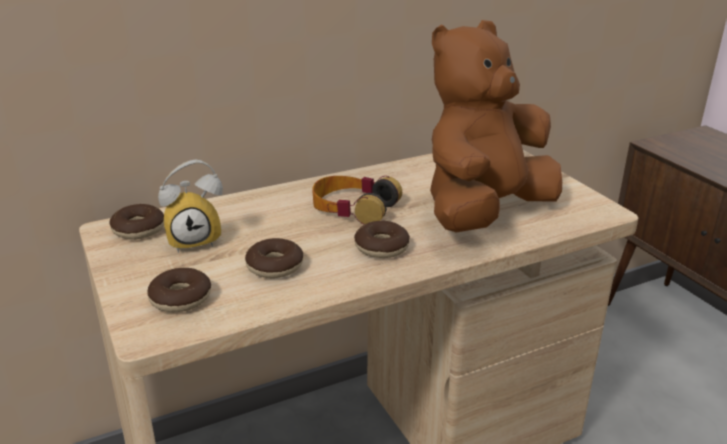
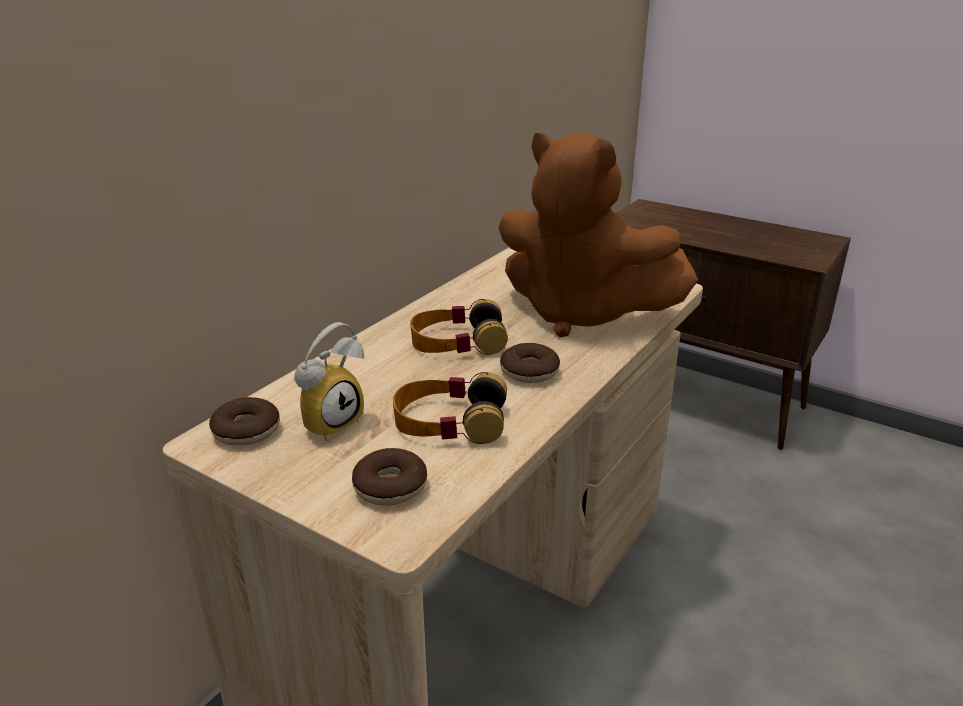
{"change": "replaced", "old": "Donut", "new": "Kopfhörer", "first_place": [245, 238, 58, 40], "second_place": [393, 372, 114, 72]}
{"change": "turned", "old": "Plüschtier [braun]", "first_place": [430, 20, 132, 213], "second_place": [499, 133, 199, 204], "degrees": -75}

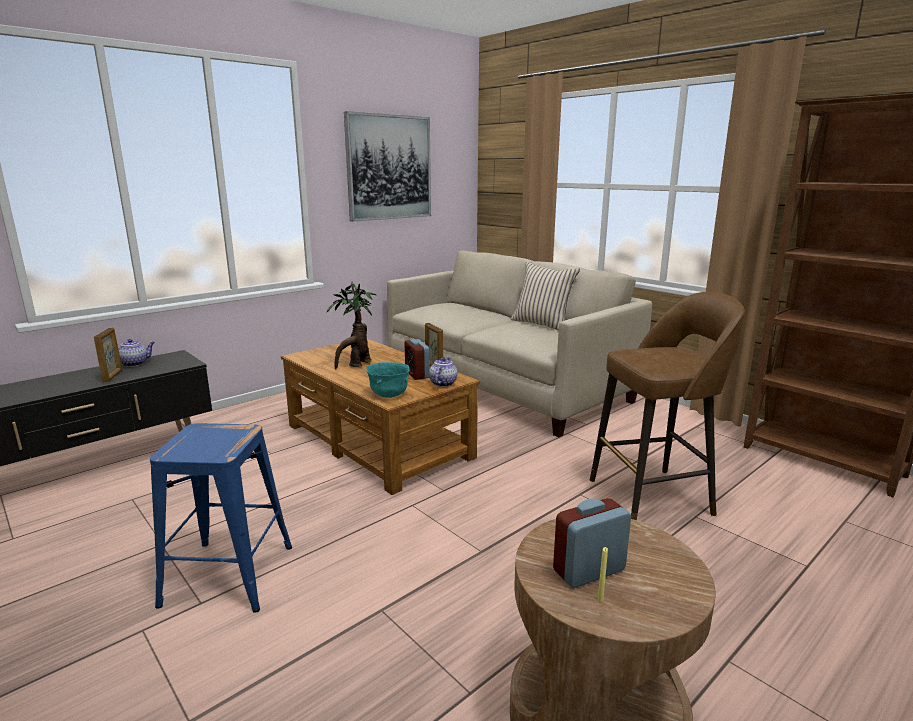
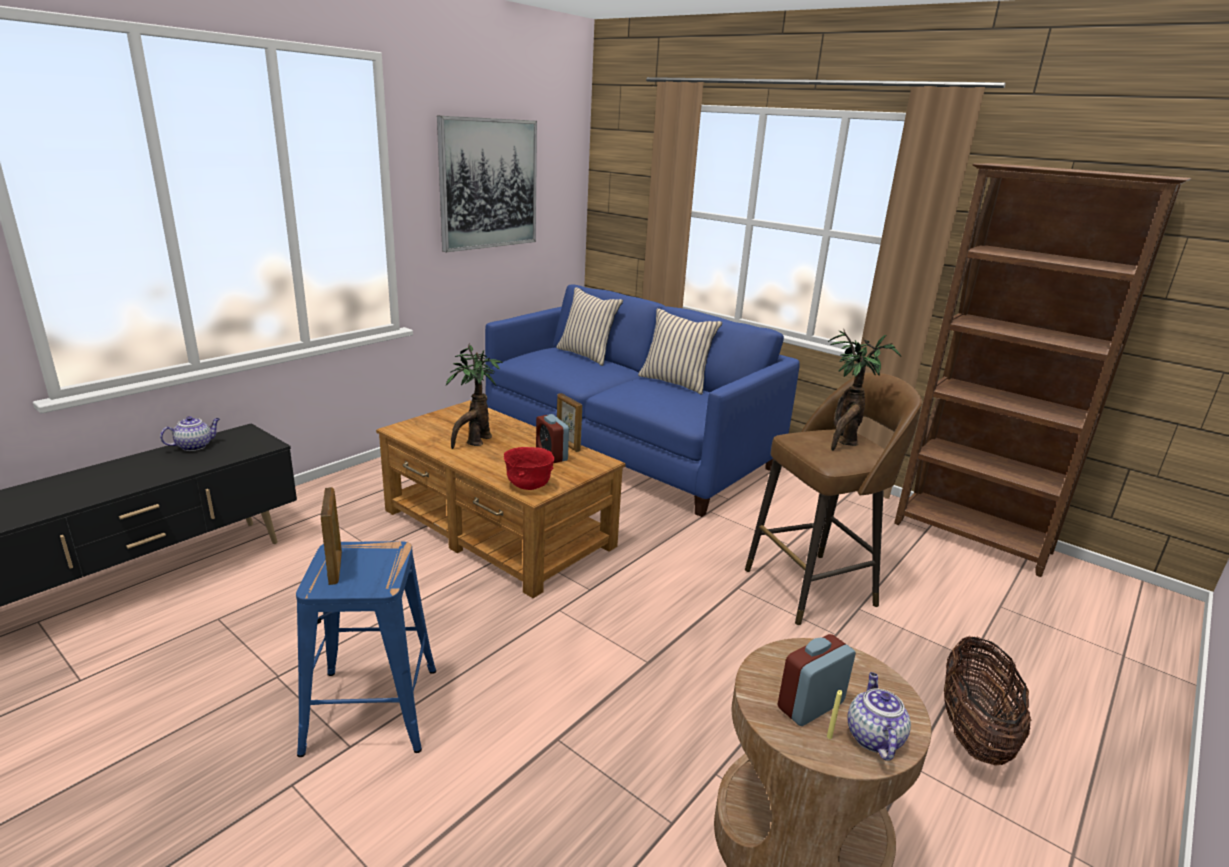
{"change": "moved", "old": "Bilderrahmen", "first_place": [94, 327, 28, 55], "second_place": [321, 487, 21, 98]}
{"change": "recoloured", "old": "Sofa [beige]", "new": "Sofa [blau]", "first_place": [387, 251, 265, 186], "second_place": [485, 284, 315, 233]}
{"change": "recoloured", "old": "Schüssel [türkis]", "new": "Schüssel [rot]", "first_place": [366, 362, 44, 36], "second_place": [504, 447, 50, 43]}
{"change": "added", "new": "Kissen [beige]", "second_place": [556, 287, 67, 79]}
{"change": "added", "new": "Topfpflanze", "second_place": [828, 329, 73, 122]}
{"change": "moved", "old": "Teekanne", "first_place": [429, 357, 28, 30], "second_place": [847, 672, 64, 89]}
{"change": "added", "new": "Korb", "second_place": [944, 636, 87, 130]}

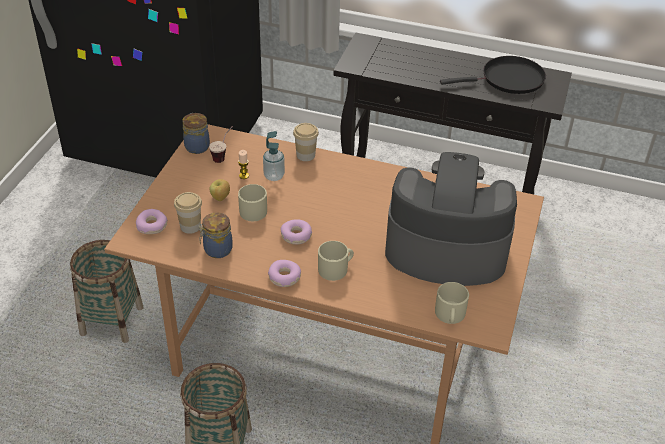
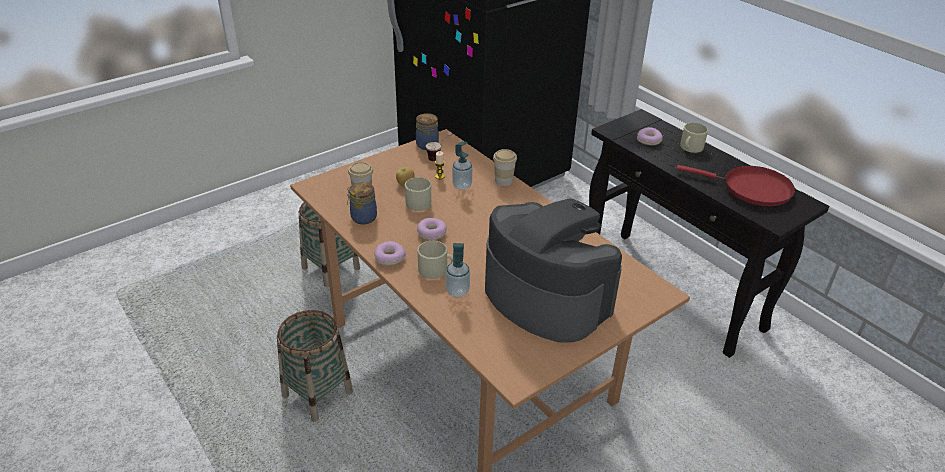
{"change": "added", "new": "Seifenspender", "second_place": [446, 243, 24, 54]}
{"change": "moved", "old": "Donut", "first_place": [136, 209, 32, 25], "second_place": [637, 127, 26, 18]}
{"change": "recoloured", "old": "Pfanne [schwarz]", "new": "Pfanne [rot]", "first_place": [440, 56, 106, 38], "second_place": [676, 165, 119, 41]}
{"change": "moved", "old": "Henkelbecher [beige]", "first_place": [435, 282, 34, 42], "second_place": [680, 123, 28, 30]}

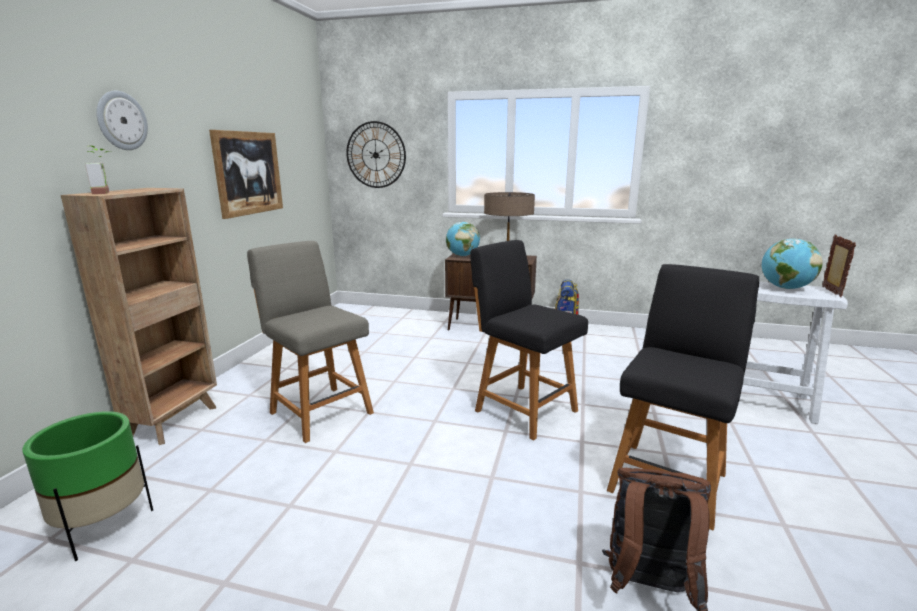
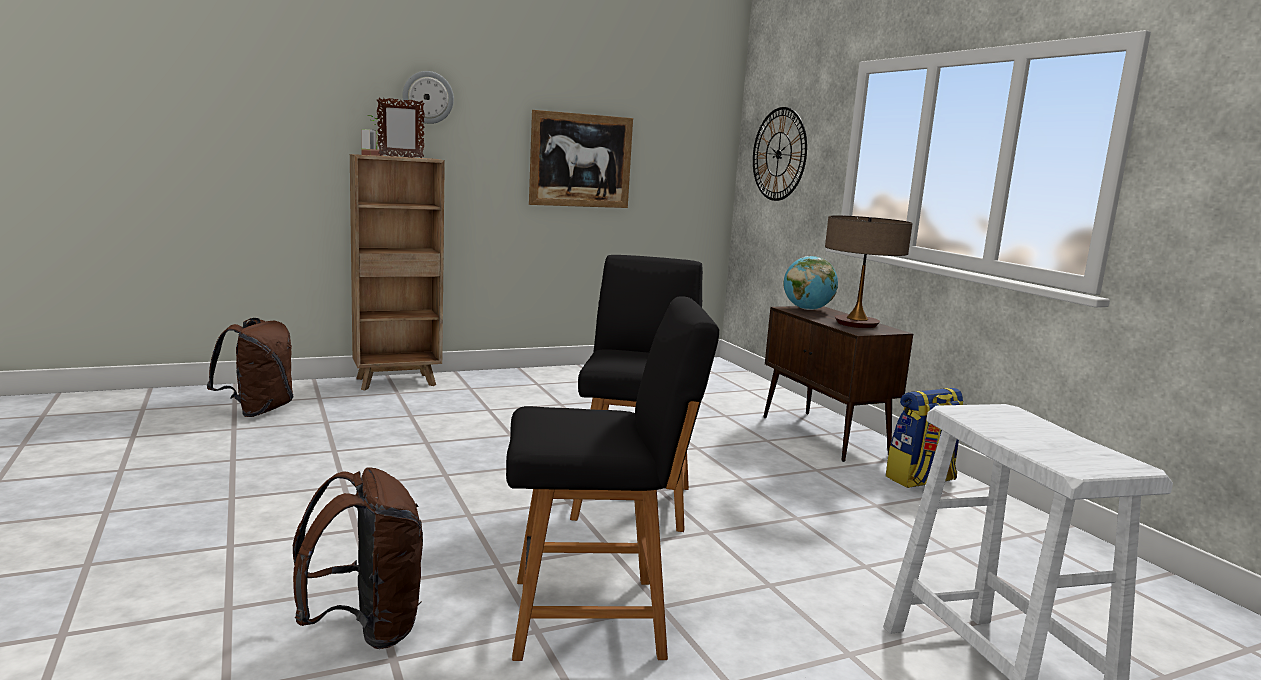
{"change": "replaced", "old": "Pflanzkübel [grün]", "new": "Rucksack [braun]", "first_place": [22, 411, 131, 150], "second_place": [207, 318, 86, 99]}
{"change": "moved", "old": "Bilderrahmen", "first_place": [822, 235, 34, 62], "second_place": [377, 98, 48, 60]}
{"change": "removed", "old": "Stuhl [grau]", "first_place": [247, 241, 127, 202]}
{"change": "removed", "old": "Globus", "first_place": [762, 239, 61, 50]}

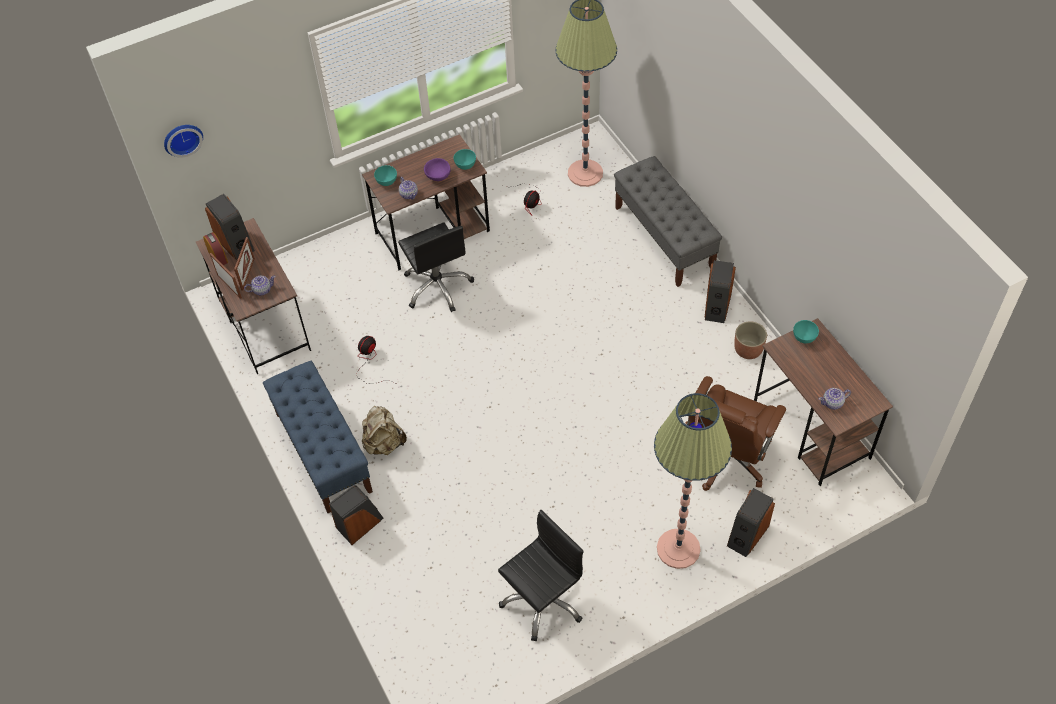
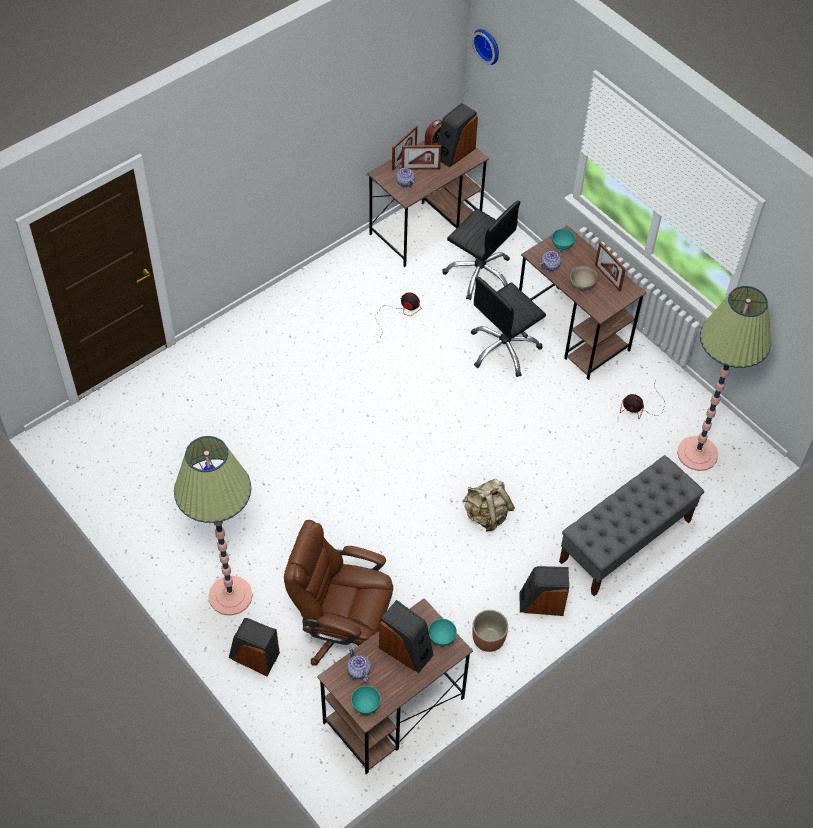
{"change": "moved", "old": "Schüssel [türkis]", "first_place": [454, 149, 22, 21], "second_place": [351, 686, 30, 29]}
{"change": "moved", "old": "Lautsprecher", "first_place": [329, 485, 55, 60], "second_place": [379, 600, 54, 73]}
{"change": "moved", "old": "Bürostuhl [schwarz]", "first_place": [498, 510, 86, 131], "second_place": [443, 201, 77, 99]}
{"change": "moved", "old": "Rucksack [beige]", "first_place": [362, 406, 45, 49], "second_place": [462, 479, 53, 52]}
{"change": "recoloured", "old": "Schüssel [lila]", "new": "Schüssel [beige]", "first_place": [424, 158, 27, 23], "second_place": [570, 266, 28, 24]}
{"change": "added", "new": "Bilderrahmen", "second_place": [595, 242, 31, 49]}
{"change": "removed", "old": "Bank [blau]", "first_place": [263, 361, 110, 152]}

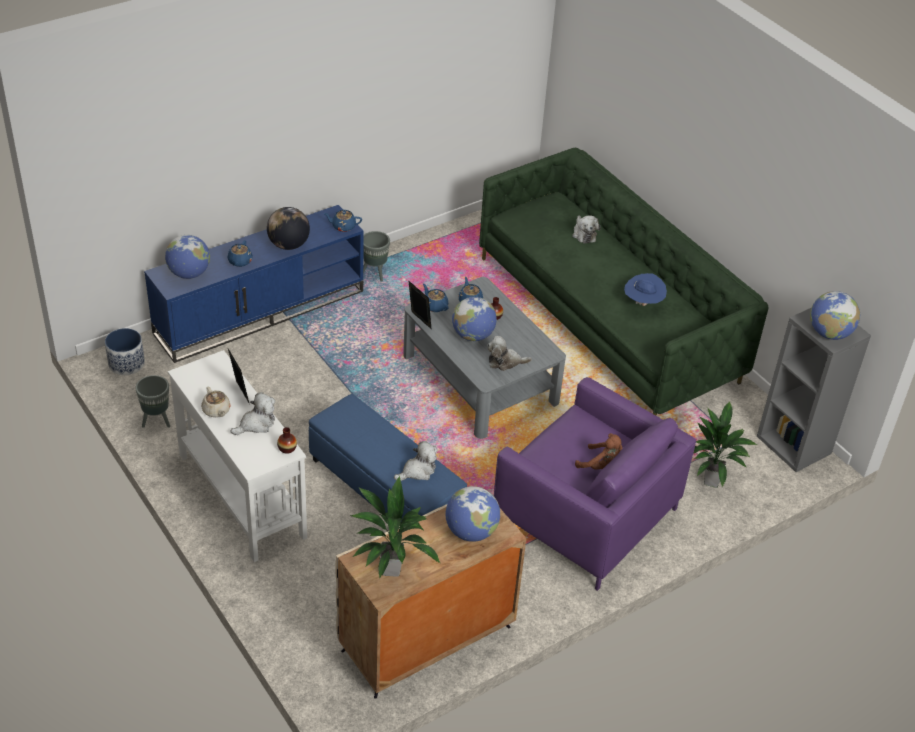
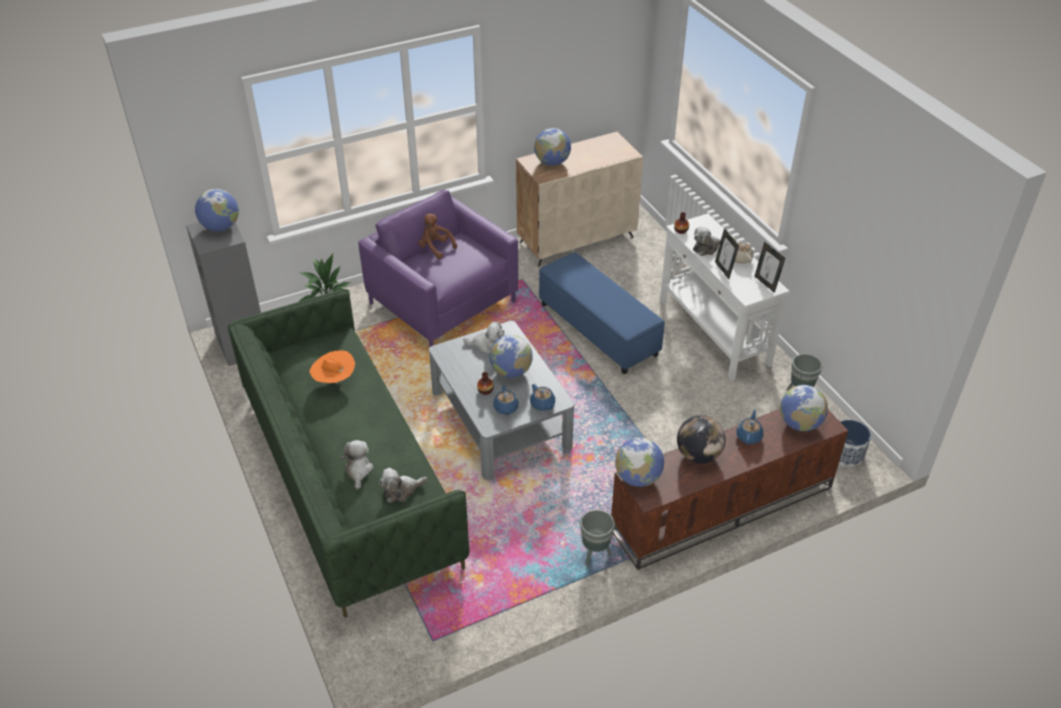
{"change": "recoloured", "old": "Hut [blau]", "new": "Hut [orange]", "first_place": [624, 273, 43, 33], "second_place": [309, 350, 46, 33]}
{"change": "moved", "old": "Plüschtier", "first_place": [394, 441, 44, 40], "second_place": [379, 468, 48, 35]}
{"change": "recoloured", "old": "Fernsehschrank [blau]", "new": "Fernsehschrank [braun]", "first_place": [144, 205, 220, 158], "second_place": [611, 409, 238, 161]}
{"change": "replaced", "old": "Teekanne [blau]", "new": "Globus", "first_place": [323, 210, 39, 22], "second_place": [615, 438, 49, 49]}
{"change": "moved", "old": "Bilderrahmen", "first_place": [408, 280, 23, 49], "second_place": [755, 242, 30, 51]}
{"change": "removed", "old": "Topfpflanze", "first_place": [350, 475, 90, 103]}

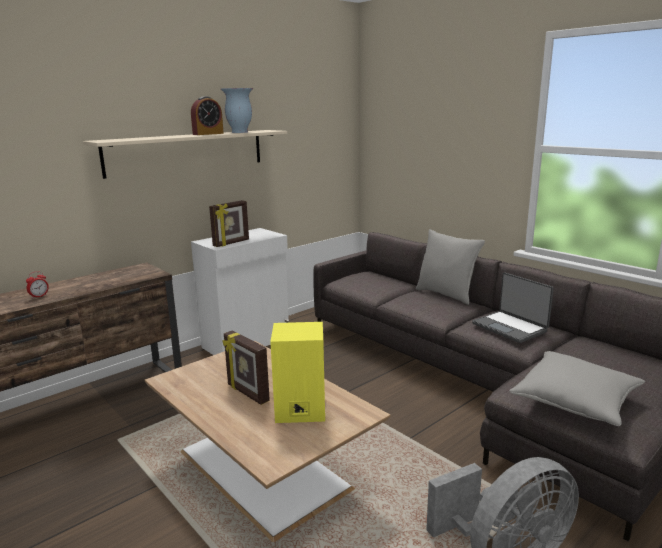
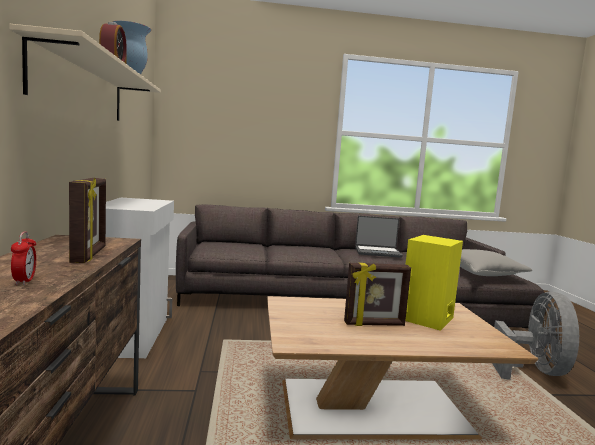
{"change": "moved", "old": "Bilderrahmen", "first_place": [209, 200, 40, 47], "second_place": [69, 178, 37, 85]}
{"change": "removed", "old": "Kissen [grau]", "first_place": [416, 229, 69, 76]}

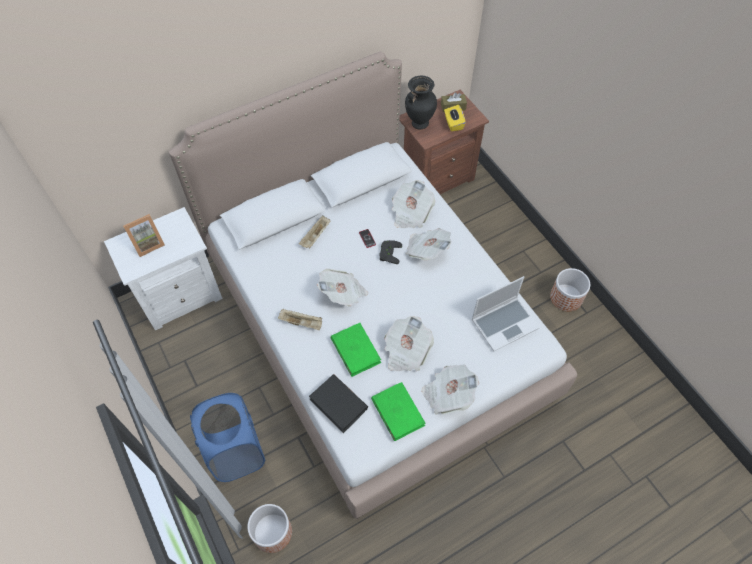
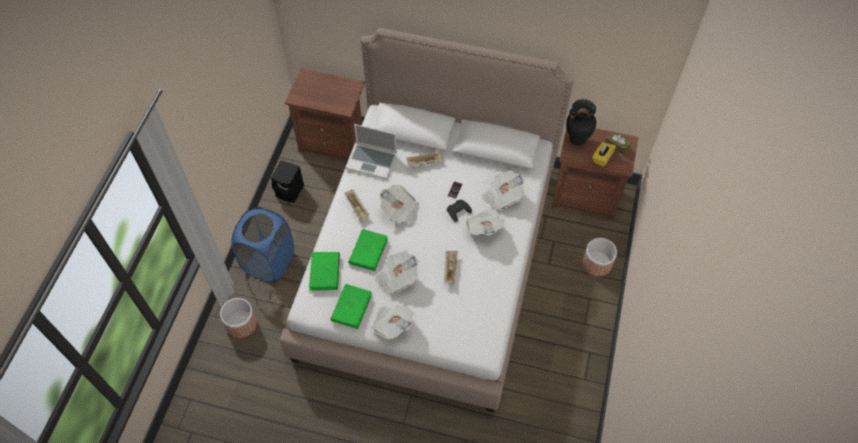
{"change": "added", "new": "Lautsprecher [schwarz]", "second_place": [271, 160, 33, 43]}
{"change": "recoloured", "old": "Nachttisch [weiß]", "new": "Nachttisch [braun]", "first_place": [104, 207, 119, 123], "second_place": [285, 68, 80, 92]}
{"change": "recoloured", "old": "Buch [schwarz]", "new": "Buch [grün]", "first_place": [309, 374, 59, 59], "second_place": [309, 252, 31, 38]}
{"change": "moved", "old": "Laptop", "first_place": [472, 276, 68, 75], "second_place": [346, 124, 51, 55]}
{"change": "added", "new": "Tablett [beige]", "second_place": [444, 251, 14, 33]}
{"change": "moved", "old": "Pflanzkübel", "first_place": [550, 268, 40, 43], "second_place": [582, 238, 35, 39]}
{"change": "removed", "old": "Bilderrahmen", "first_place": [123, 214, 42, 43]}

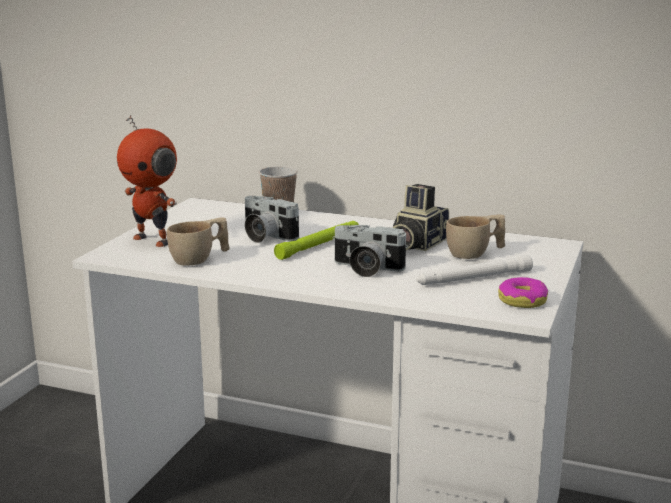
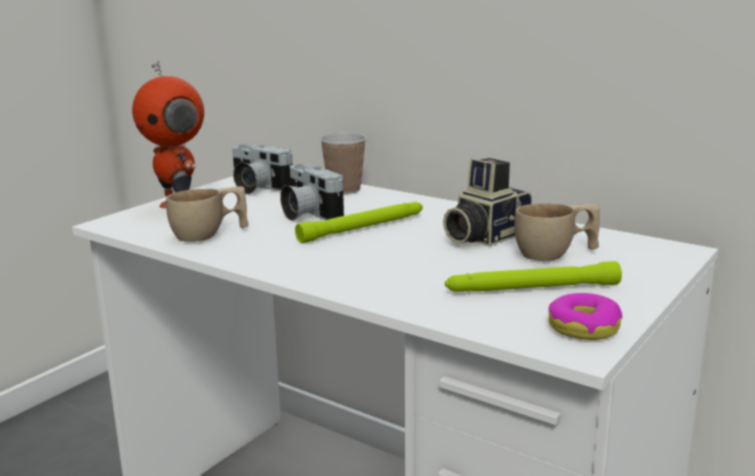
{"change": "moved", "old": "Kamera", "first_place": [332, 225, 76, 52], "second_place": [232, 144, 61, 50]}
{"change": "recoloured", "old": "Taschenlampe [weiß]", "new": "Taschenlampe [grün]", "first_place": [416, 255, 117, 30], "second_place": [445, 261, 177, 31]}

